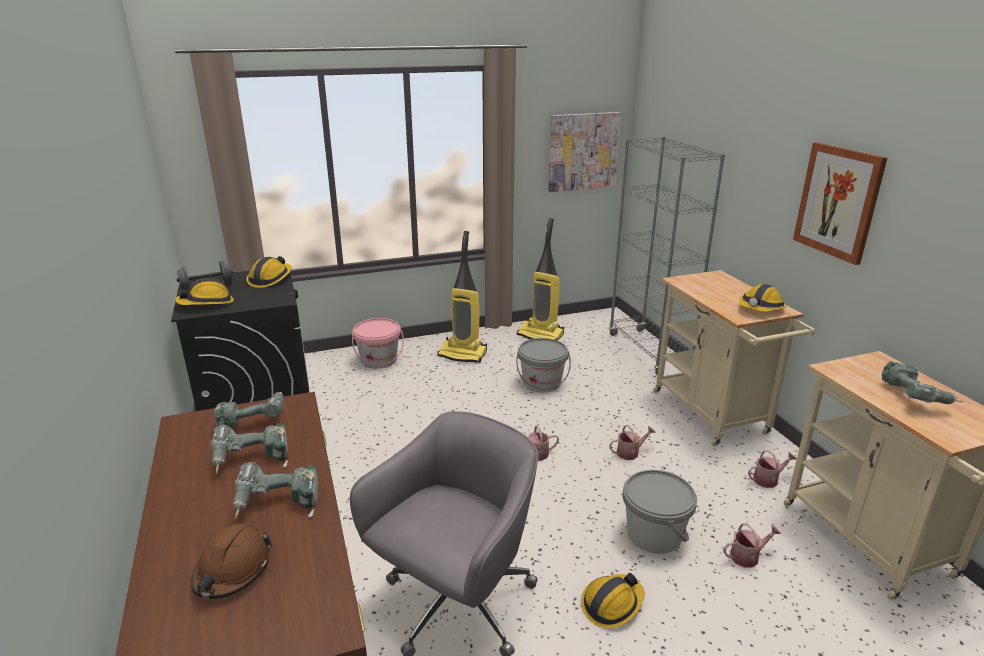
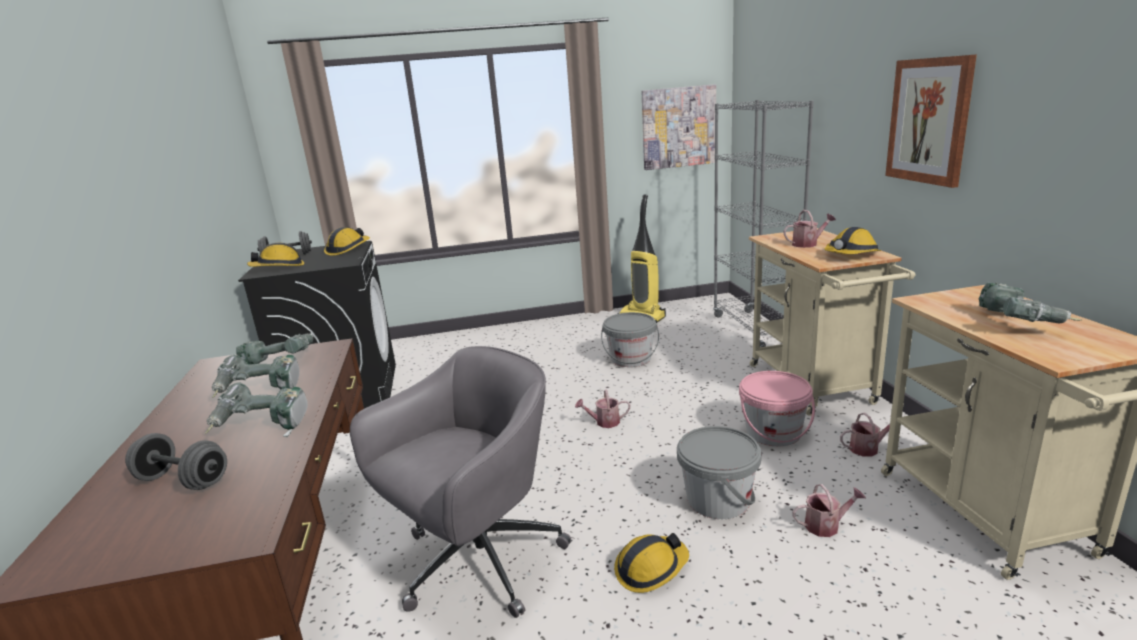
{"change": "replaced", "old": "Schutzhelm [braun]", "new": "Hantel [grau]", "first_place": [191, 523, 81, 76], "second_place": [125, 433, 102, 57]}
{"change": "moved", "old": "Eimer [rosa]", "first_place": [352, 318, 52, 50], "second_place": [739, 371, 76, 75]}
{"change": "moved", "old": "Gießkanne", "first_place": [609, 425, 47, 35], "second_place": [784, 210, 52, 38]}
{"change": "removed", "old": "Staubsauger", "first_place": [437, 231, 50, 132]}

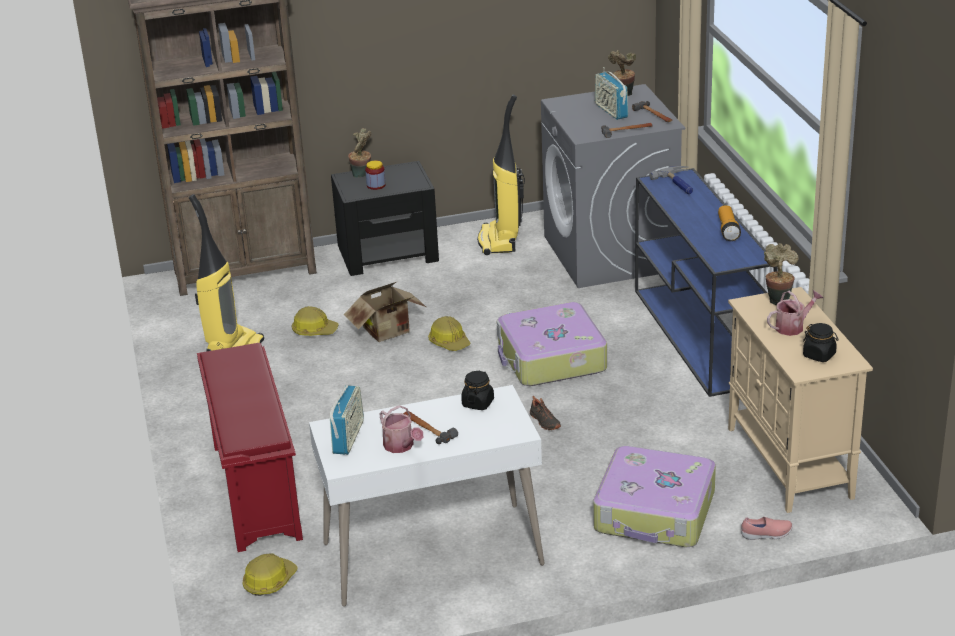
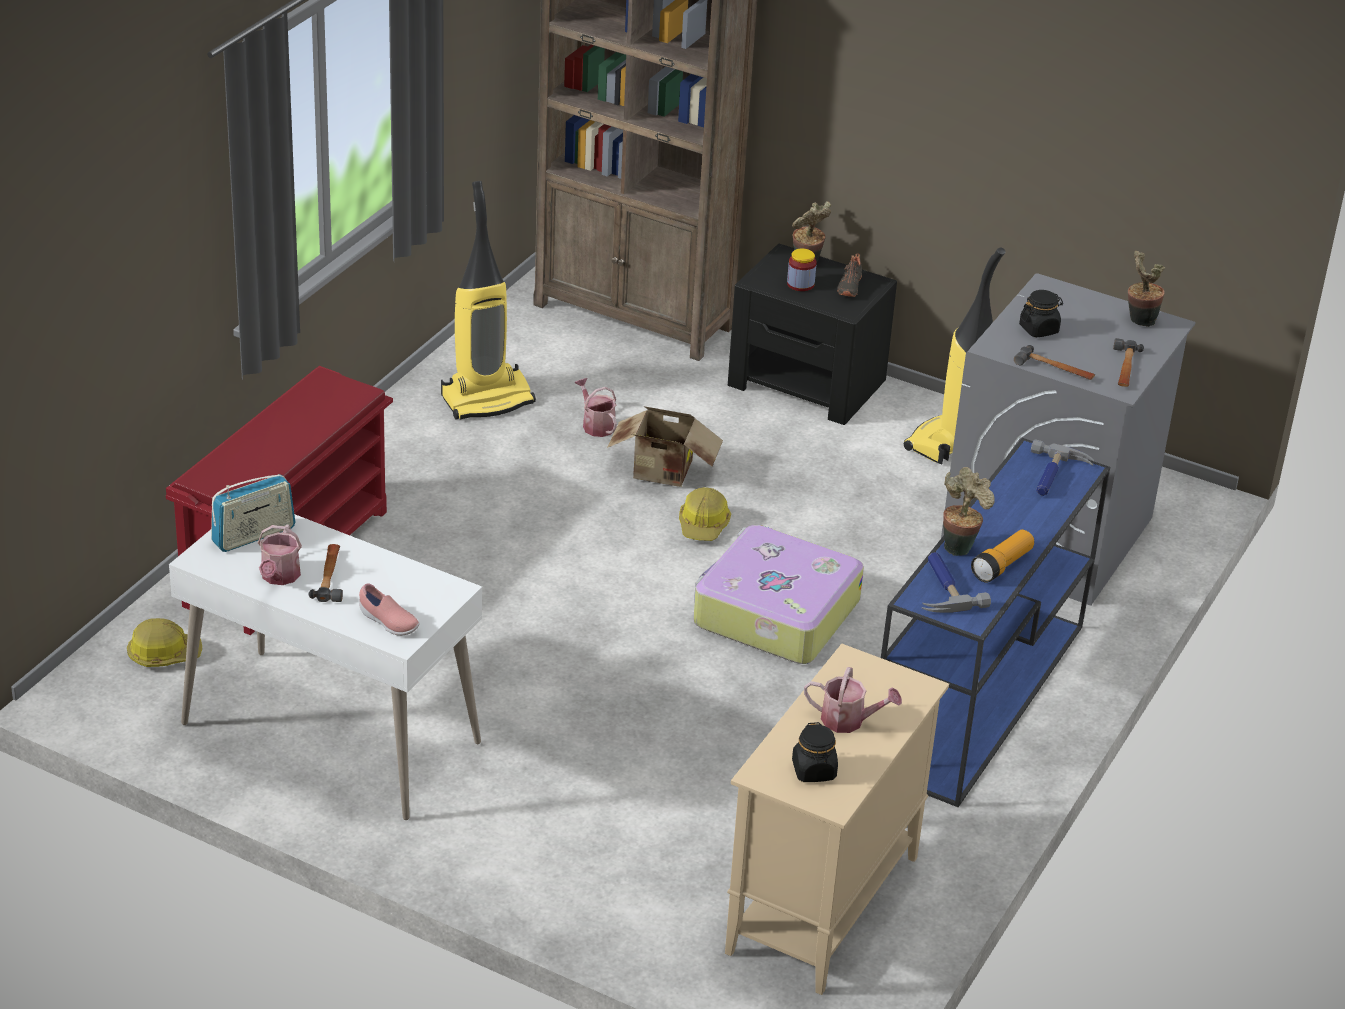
{"change": "moved", "old": "Schuh [rosa]", "first_place": [741, 517, 51, 23], "second_place": [359, 583, 60, 53]}
{"change": "replaced", "old": "Schutzhelm", "new": "Gießkanne", "first_place": [292, 306, 47, 30], "second_place": [575, 378, 42, 59]}
{"change": "moved", "old": "Schuh [schwarz]", "first_place": [530, 396, 31, 34], "second_place": [837, 253, 25, 44]}
{"change": "added", "new": "Hammer", "second_place": [922, 552, 69, 61]}
{"change": "moved", "old": "Topfpflanze", "first_place": [764, 243, 35, 62], "second_place": [943, 467, 52, 89]}
{"change": "moved", "old": "Vorratsglas [schwarz]", "first_place": [461, 371, 33, 39], "second_place": [1019, 290, 44, 47]}
{"change": "removed", "old": "Koffer", "first_place": [593, 446, 123, 101]}
{"change": "removed", "old": "Radio", "first_place": [595, 67, 33, 53]}

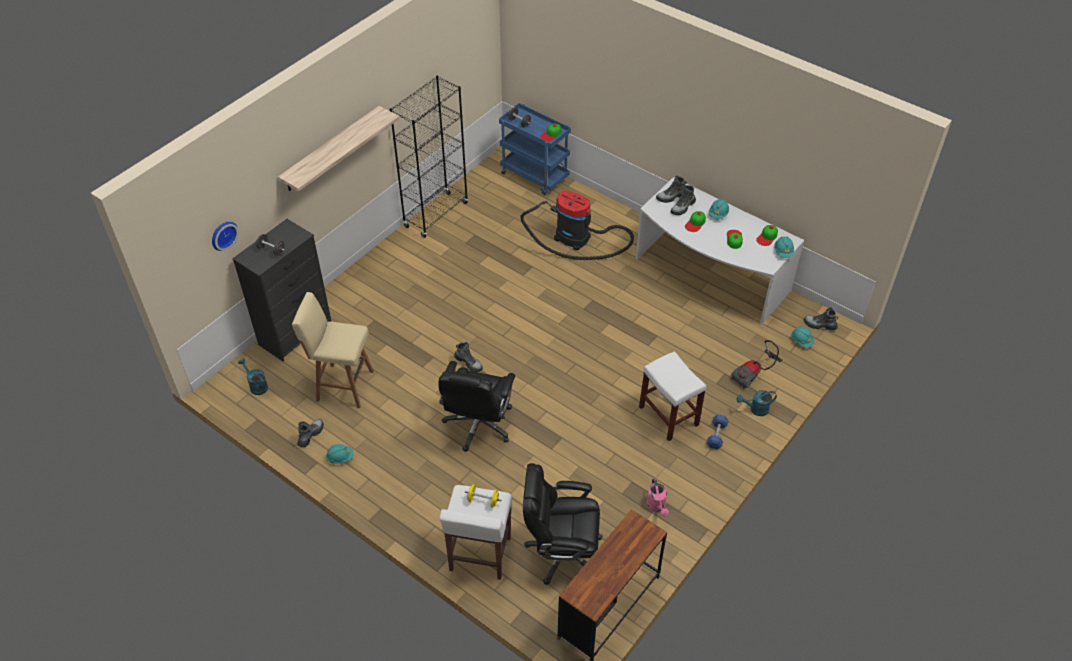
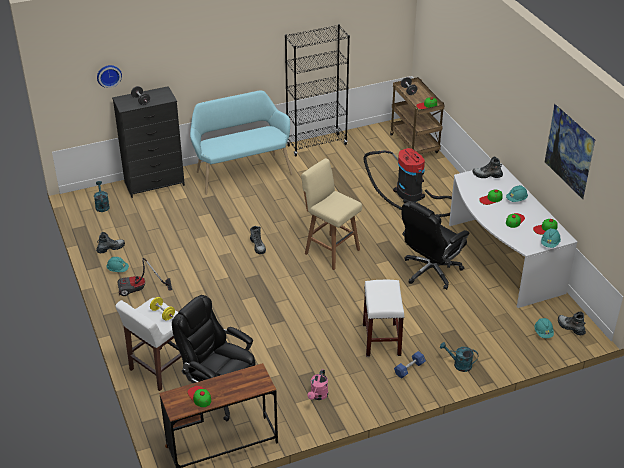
{"change": "moved", "old": "Staubsauger", "first_place": [731, 340, 51, 48], "second_place": [118, 258, 54, 38]}
{"change": "added", "new": "Kappe", "second_place": [187, 386, 24, 21]}
{"change": "added", "new": "Bank [türkis]", "second_place": [190, 91, 102, 104]}
{"change": "moved", "old": "Hocker [beige]", "first_place": [292, 292, 82, 116], "second_place": [301, 158, 61, 112]}
{"change": "recoloured", "old": "Rollwagen [blau]", "new": "Rollwagen [braun]", "first_place": [499, 103, 72, 92], "second_place": [390, 77, 55, 77]}
{"change": "moved", "old": "Bürostuhl [schwarz]", "first_place": [439, 361, 76, 91], "second_place": [402, 201, 67, 89]}
{"change": "added", "new": "Bild", "second_place": [545, 103, 50, 96]}
{"change": "removed", "old": "Wandregal", "first_place": [278, 106, 121, 86]}
{"change": "removed", "old": "Stiefel", "first_place": [670, 185, 26, 30]}

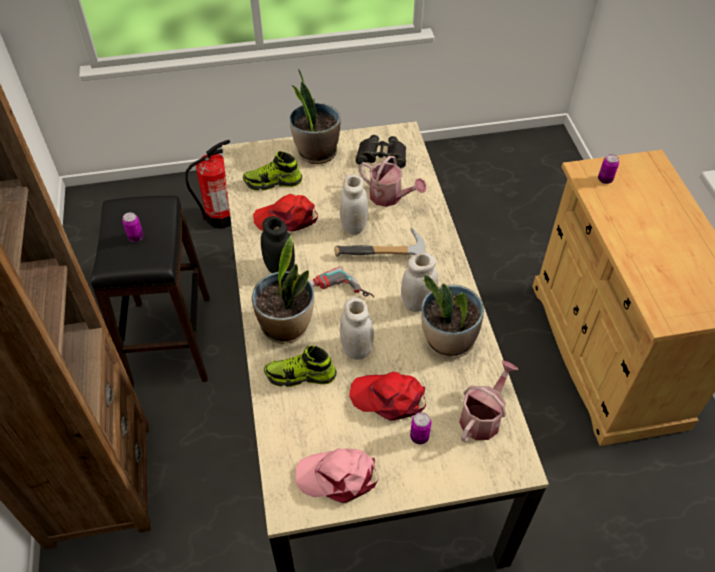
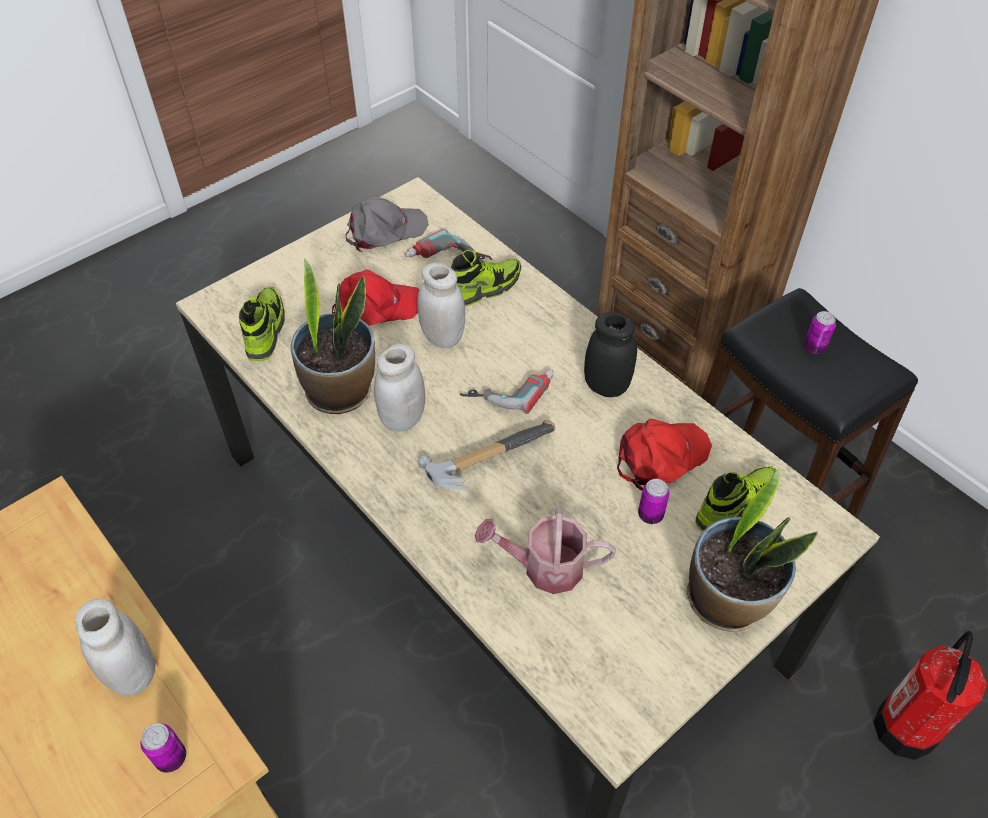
{"change": "moved", "old": "Vorratsglas [weiß]", "first_place": [340, 174, 28, 61], "second_place": [75, 598, 80, 98]}
{"change": "replaced", "old": "Gießkanne", "new": "Schuh", "first_place": [459, 360, 59, 82], "second_place": [239, 286, 46, 75]}
{"change": "recoloured", "old": "Kappe [rosa]", "new": "Kappe [grau]", "first_place": [296, 448, 83, 55], "second_place": [346, 196, 83, 56]}
{"change": "added", "new": "Bohrmaschine", "second_place": [405, 229, 88, 31]}
{"change": "moved", "old": "Dose", "first_place": [410, 412, 21, 32], "second_place": [638, 479, 31, 45]}
{"change": "removed", "old": "Topfpflanze", "first_place": [252, 234, 62, 110]}
{"change": "removed", "old": "Fernglas [schwarz]", "first_place": [355, 135, 51, 33]}

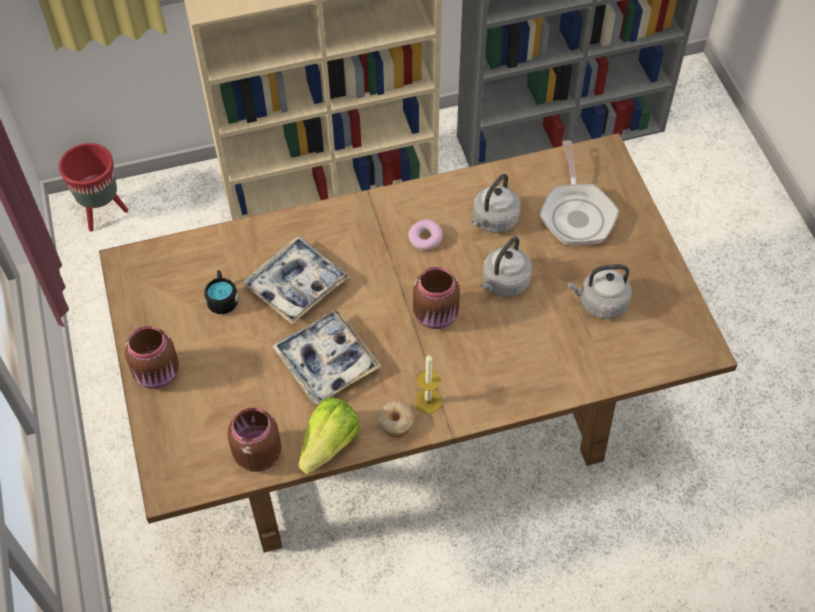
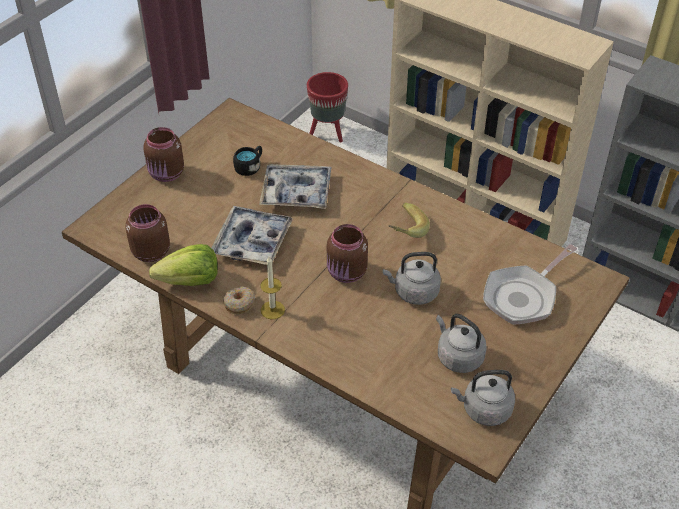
{"change": "replaced", "old": "Donut", "new": "Banane", "first_place": [408, 220, 35, 31], "second_place": [389, 203, 41, 35]}
{"change": "moved", "old": "Wasserkessel [grau]", "first_place": [471, 174, 50, 59], "second_place": [451, 370, 64, 56]}

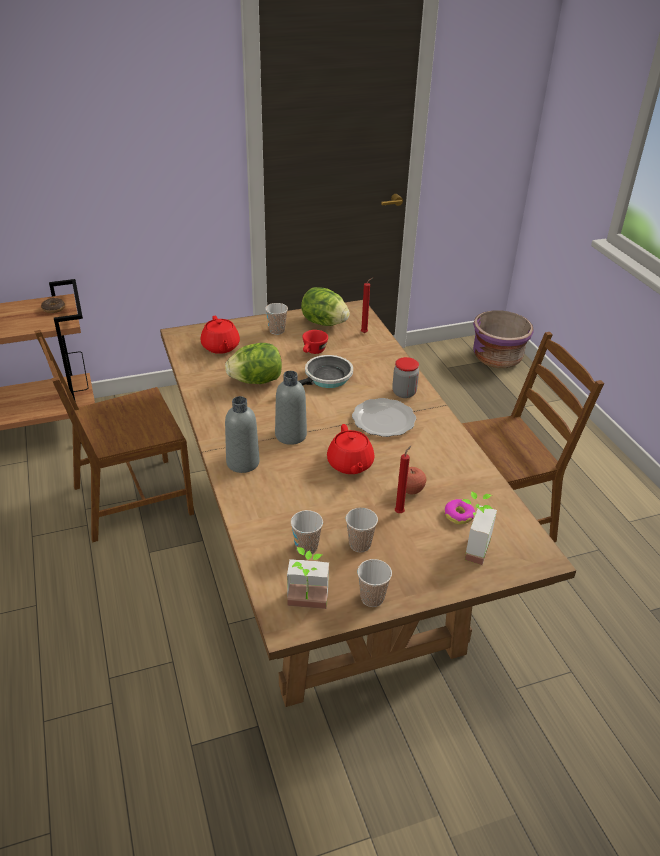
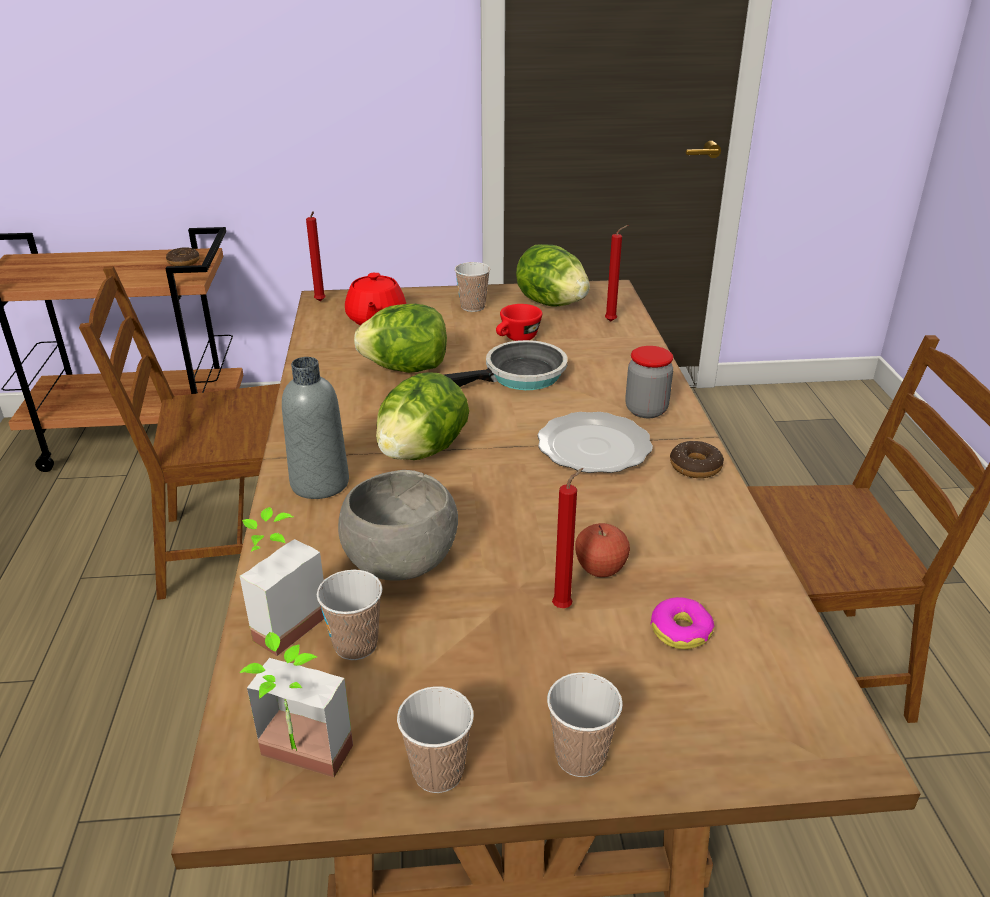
{"change": "moved", "old": "Topfpflanze", "first_place": [462, 492, 35, 73], "second_place": [240, 507, 84, 149]}
{"change": "added", "new": "Kerze [rot]", "second_place": [306, 211, 20, 90]}
{"change": "added", "new": "Schüssel [grau]", "second_place": [338, 470, 120, 111]}
{"change": "replaced", "old": "Flasche [grau]", "new": "Salatkopf", "first_place": [275, 371, 32, 74], "second_place": [376, 372, 93, 88]}
{"change": "moved", "old": "Tasse", "first_place": [346, 508, 32, 44], "second_place": [547, 672, 76, 105]}
{"change": "added", "new": "Donut", "second_place": [670, 441, 54, 37]}
{"change": "removed", "old": "Teekanne [rot]", "first_place": [327, 424, 47, 50]}
{"change": "removed", "old": "Pflanzkübel [lila]", "first_place": [473, 310, 61, 58]}

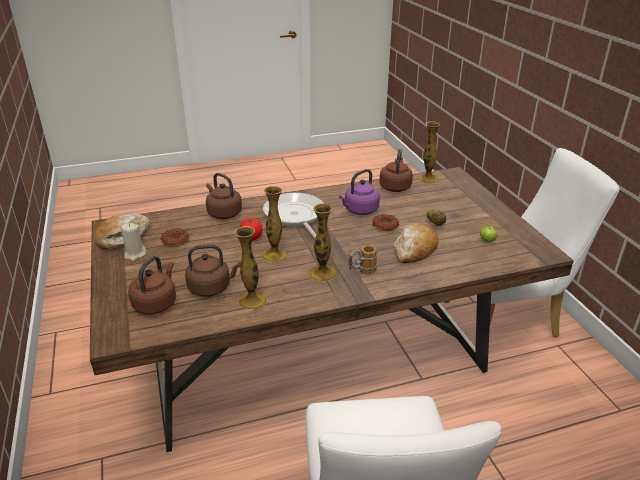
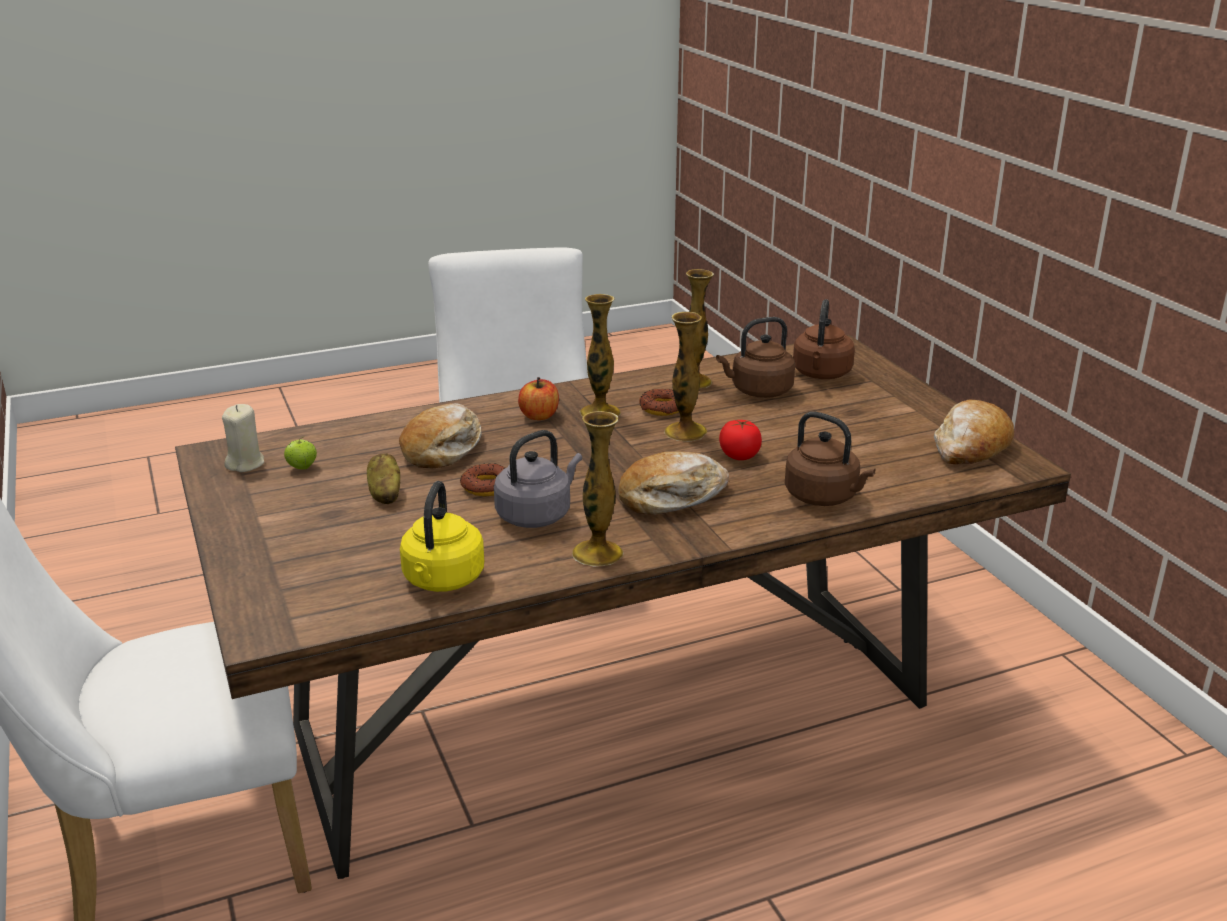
{"change": "moved", "old": "Kerze [beige]", "first_place": [121, 223, 26, 38], "second_place": [222, 404, 42, 68]}
{"change": "recoloured", "old": "Wasserkessel [braun]", "new": "Wasserkessel [gelb]", "first_place": [380, 149, 33, 43], "second_place": [400, 481, 84, 111]}
{"change": "recoloured", "old": "Wasserkessel [lila]", "new": "Wasserkessel [grau]", "first_place": [339, 169, 41, 46], "second_place": [494, 430, 88, 98]}
{"change": "replaced", "old": "Henkelbecher", "new": "Apfel", "first_place": [348, 245, 29, 29], "second_place": [518, 377, 41, 43]}
{"change": "moved", "old": "Vase", "first_place": [418, 121, 22, 63], "second_place": [572, 411, 51, 155]}
{"change": "replaced", "old": "Pfanne", "new": "Brot", "first_place": [263, 192, 61, 47], "second_place": [618, 451, 111, 64]}
{"change": "moved", "old": "Donut", "first_place": [161, 228, 28, 19], "second_place": [639, 389, 40, 27]}

